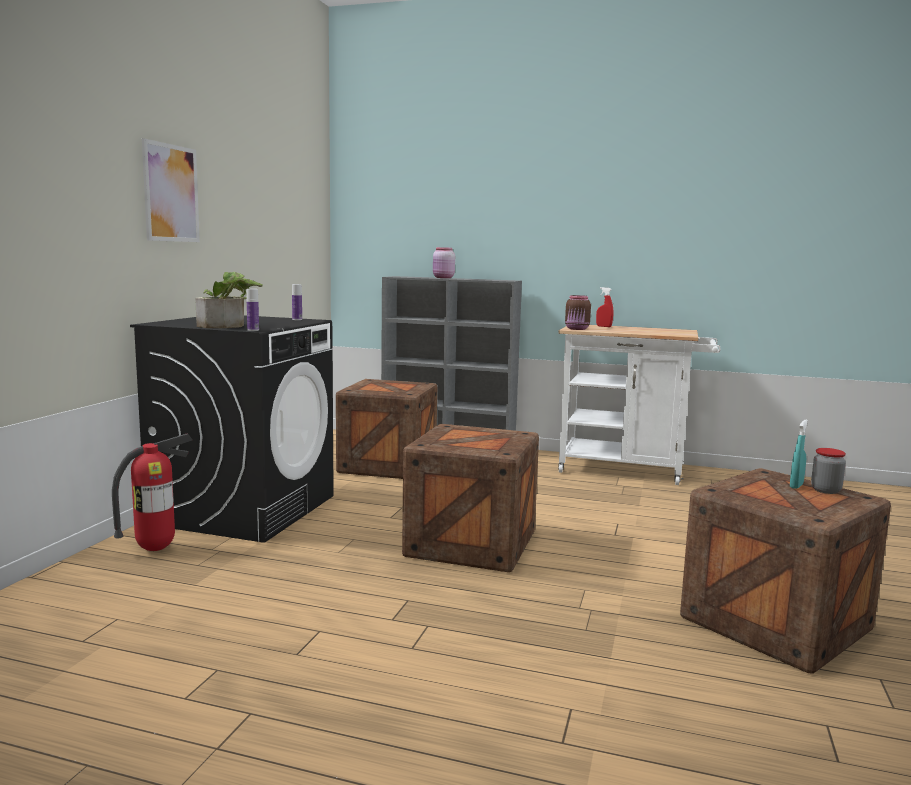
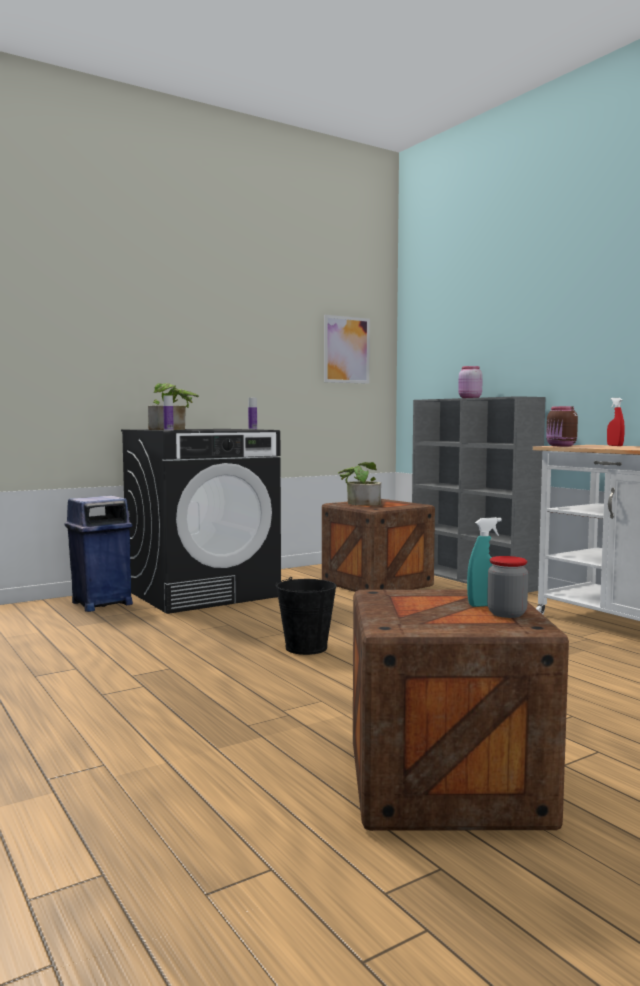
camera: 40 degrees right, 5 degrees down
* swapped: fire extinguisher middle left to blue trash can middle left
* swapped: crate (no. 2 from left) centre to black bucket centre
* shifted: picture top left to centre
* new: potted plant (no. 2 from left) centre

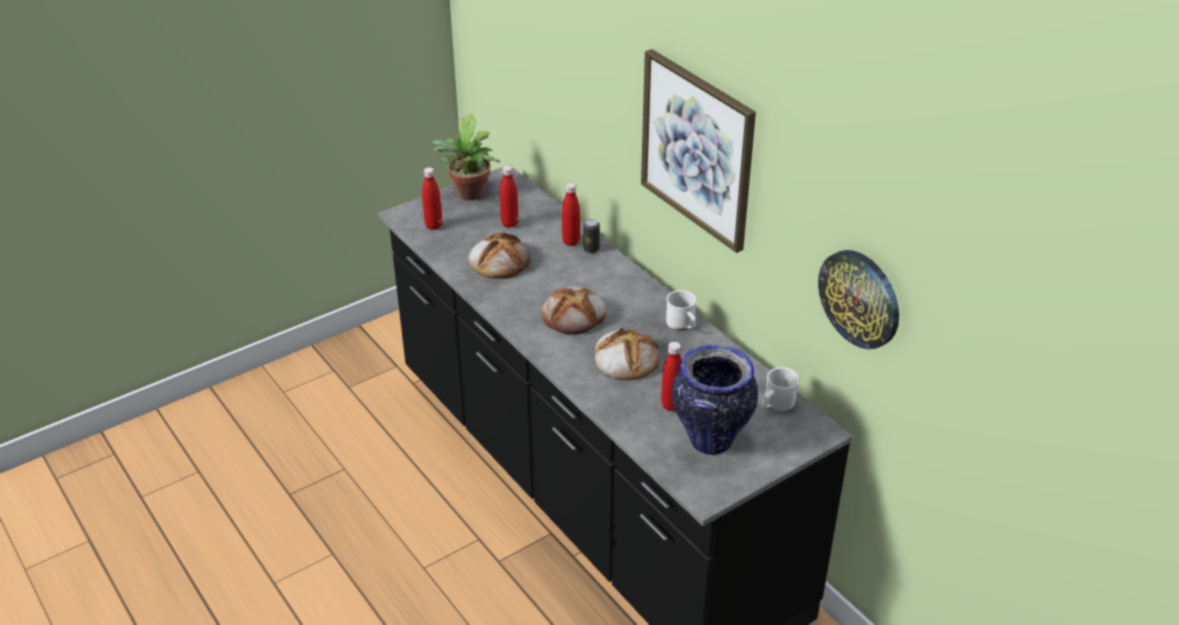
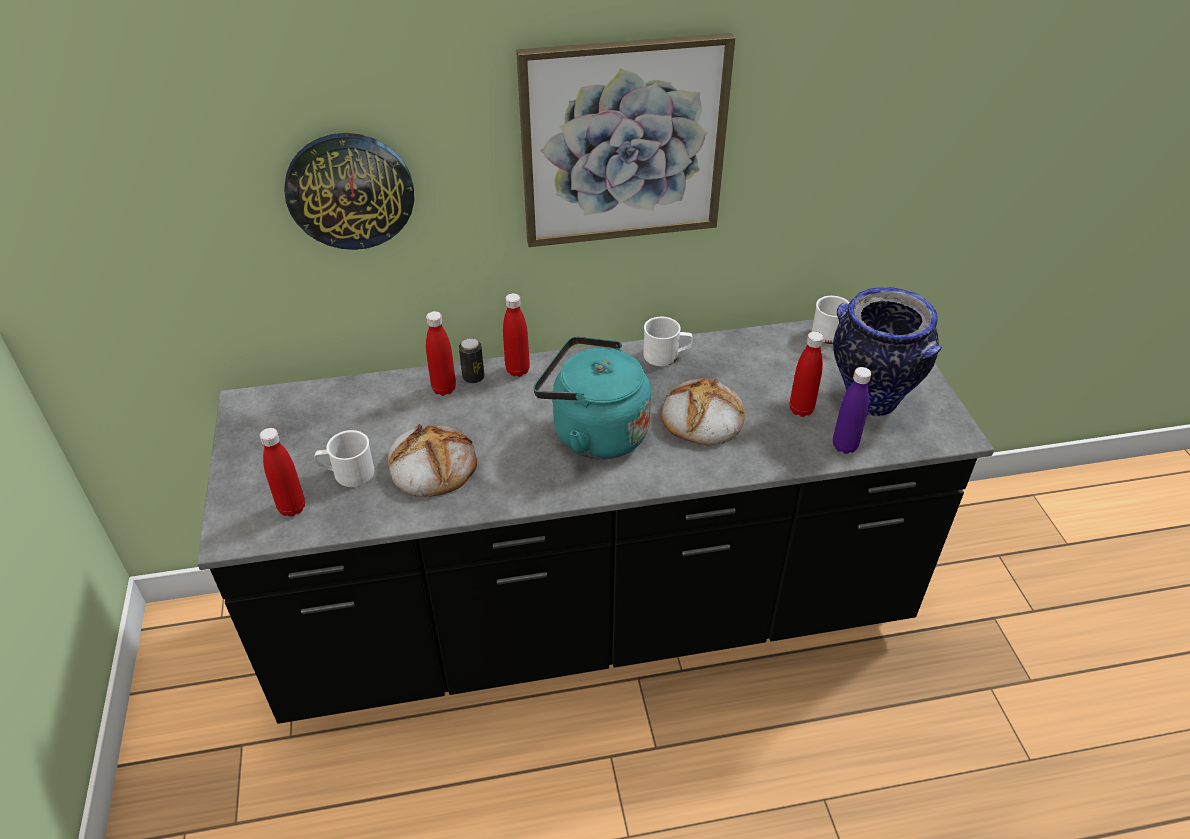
camera: 65 degrees left, 5 degrees up
* shifted: wall clock middle right to top left
* new: white mug (no. 1 from left) middle left
* shifted: red bottle (no. 2 from left in the first image) top centre to red bottle (no. 3 from left) centre
* swapped: bread (no. 2 from left) centre to turquoise kettle centre
* new: purple bottle middle right
* gone: potted plant top centre

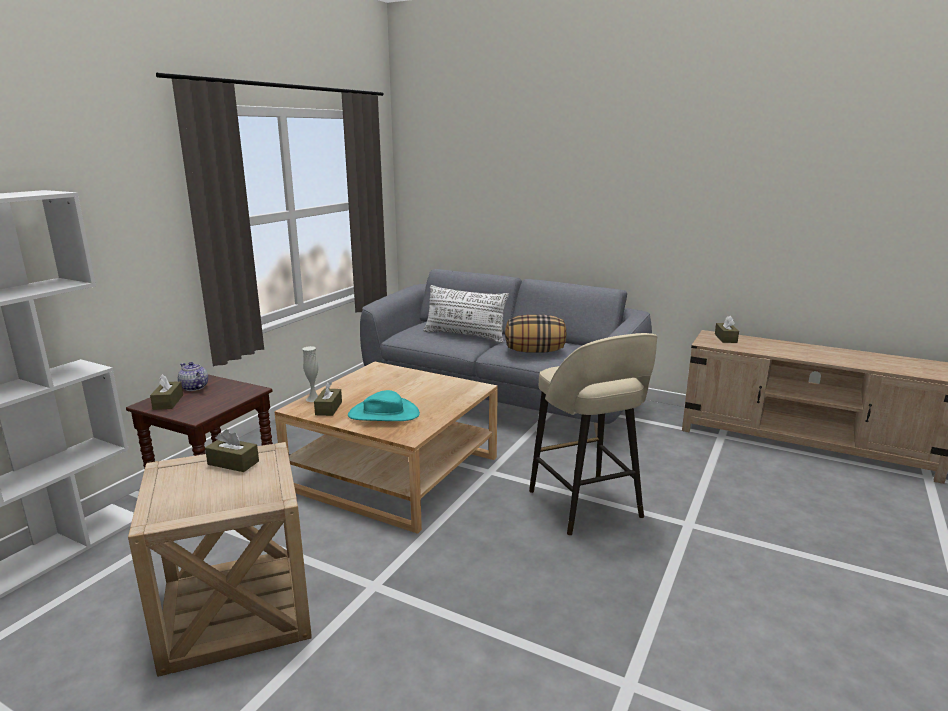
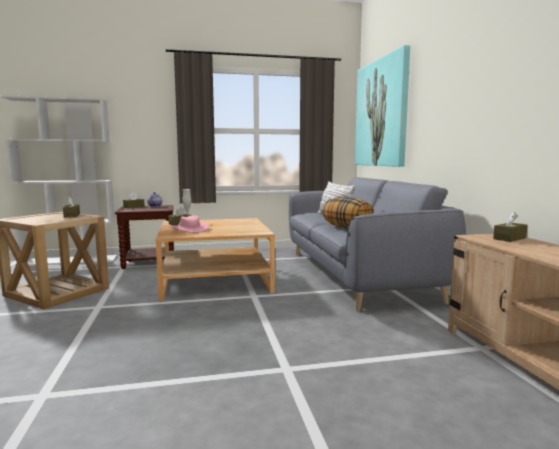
camera: 50 degrees right, 10 degrees down
* repainted: turquoise hat centre to pink hat centre
* new: picture top right
* gone: beige stool centre

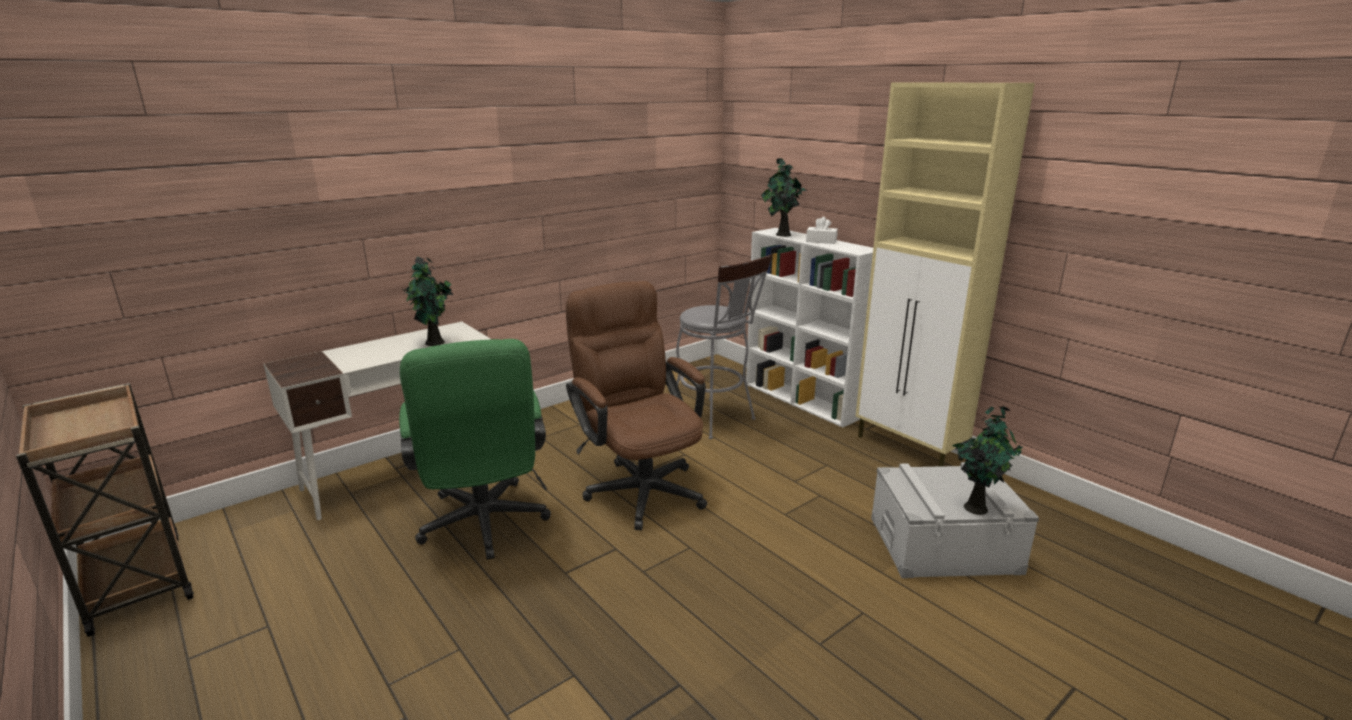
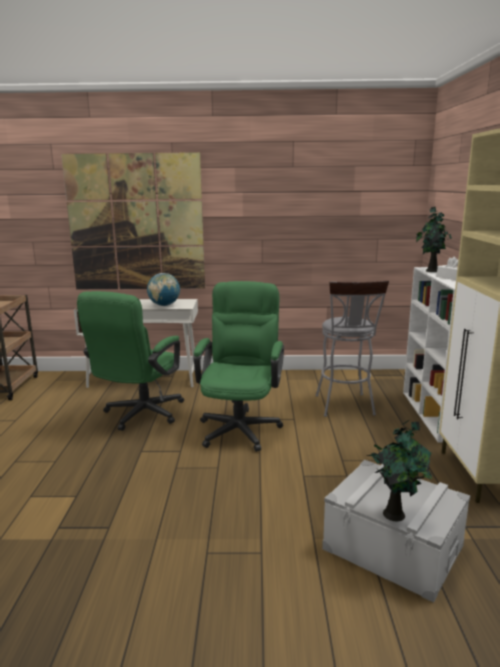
camera: 40 degrees right, 5 degrees down
* new: picture top left
* swapped: potted plant (no. 1 from left) middle left to globe middle left
* repainted: brown office chair centre to green office chair (no. 2 from left) centre

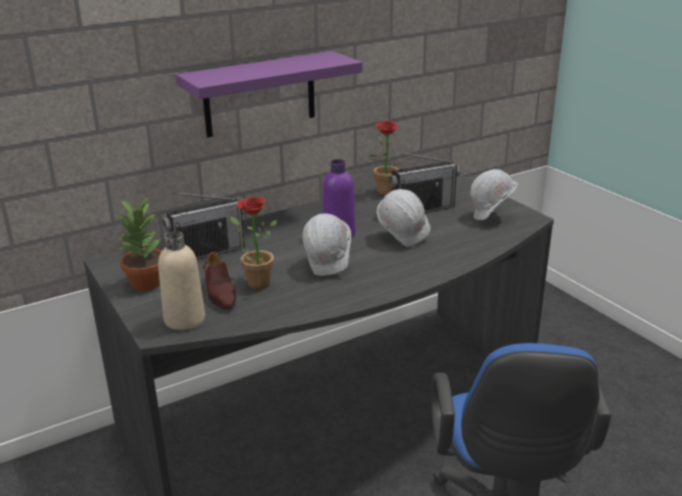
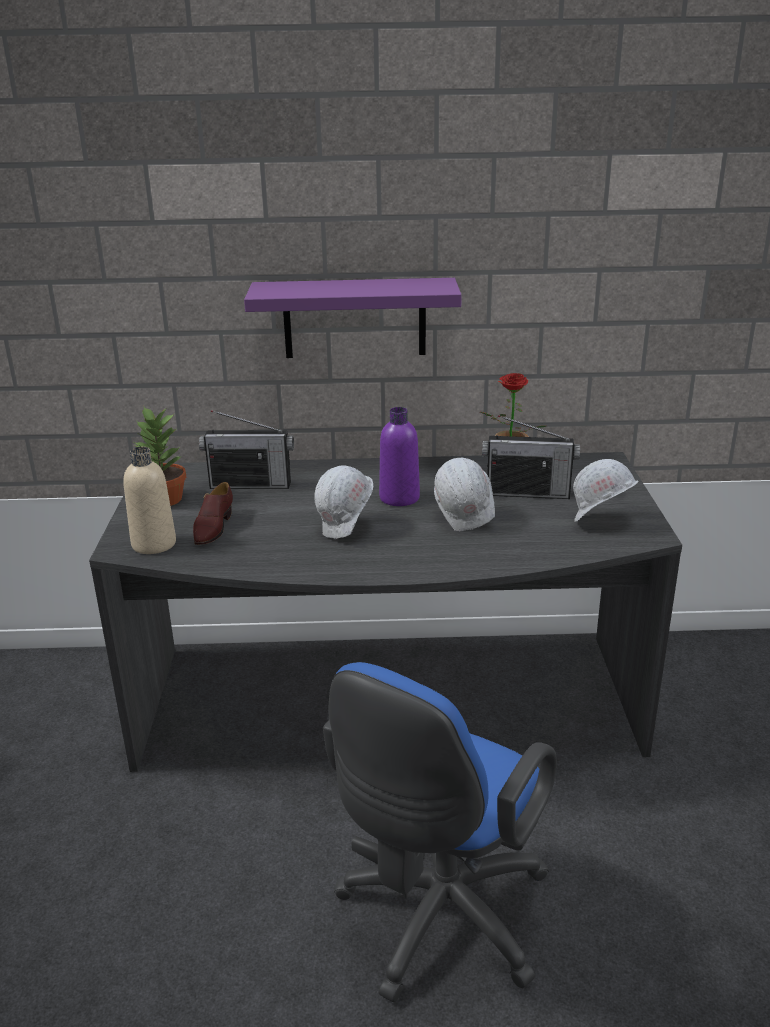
camera: 30 degrees right, 0 degrees up
* gone: potted plant (no. 2 from left) centre

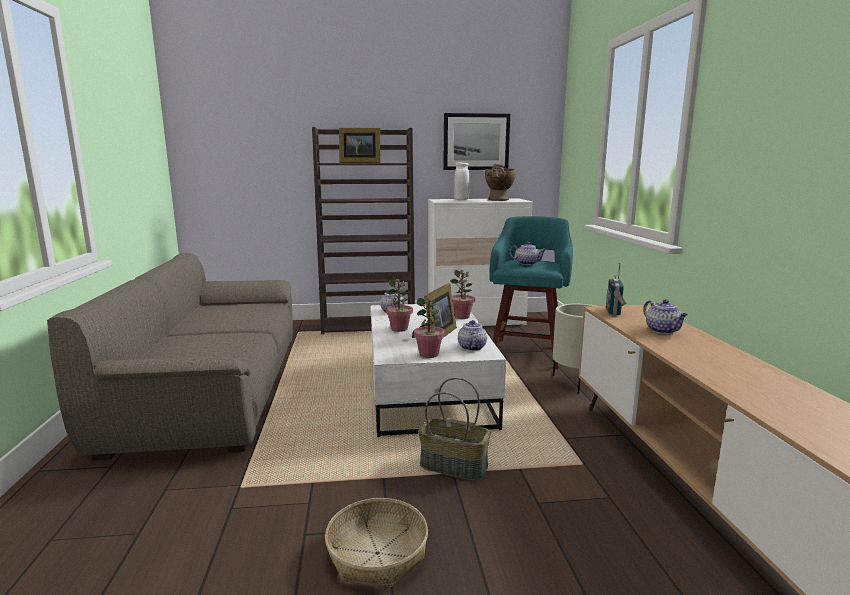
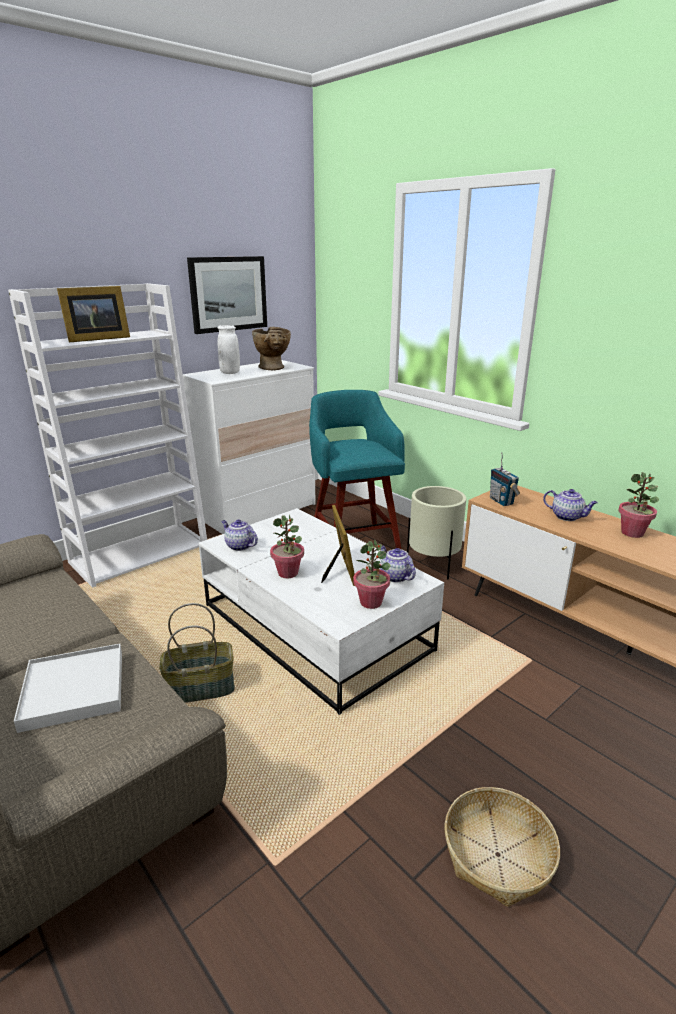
camera: 35 degrees left, 10 degrees up
* repainted: brown bookcase centre to white bookcase middle left
* new: white tray bottom left
* shifted: basket (no. 2 from left in the first image) bottom centre to basket (no. 1 from left) middle left
* shifted: potted plant (no. 3 from left) centre to middle right
* gone: teapot (no. 3 from left) centre

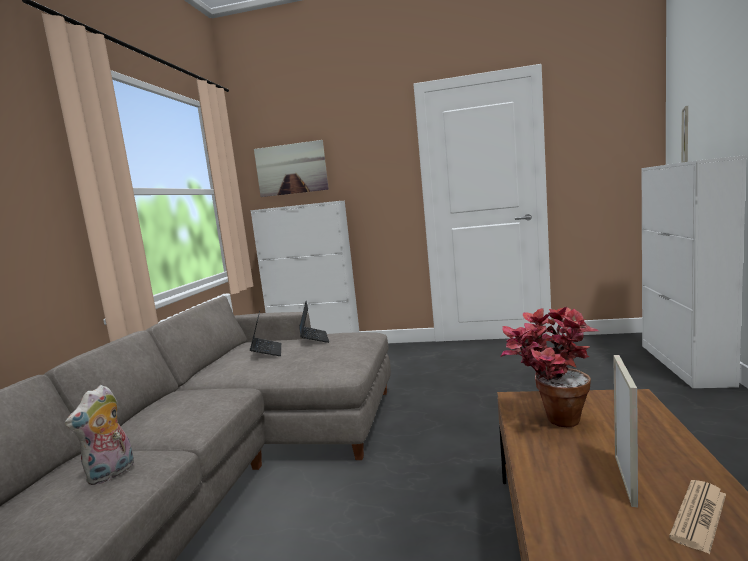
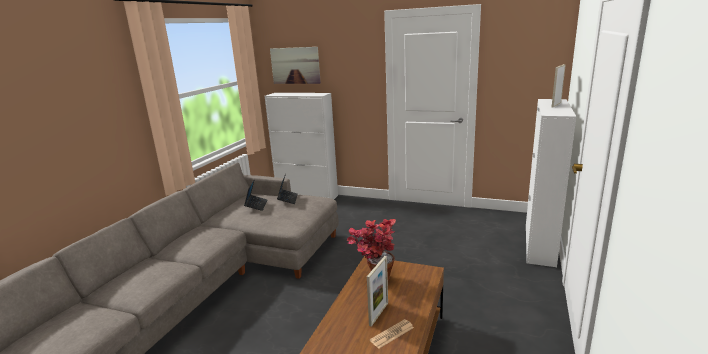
camera: 10 degrees right, 10 degrees up
* gone: plush toy bottom left

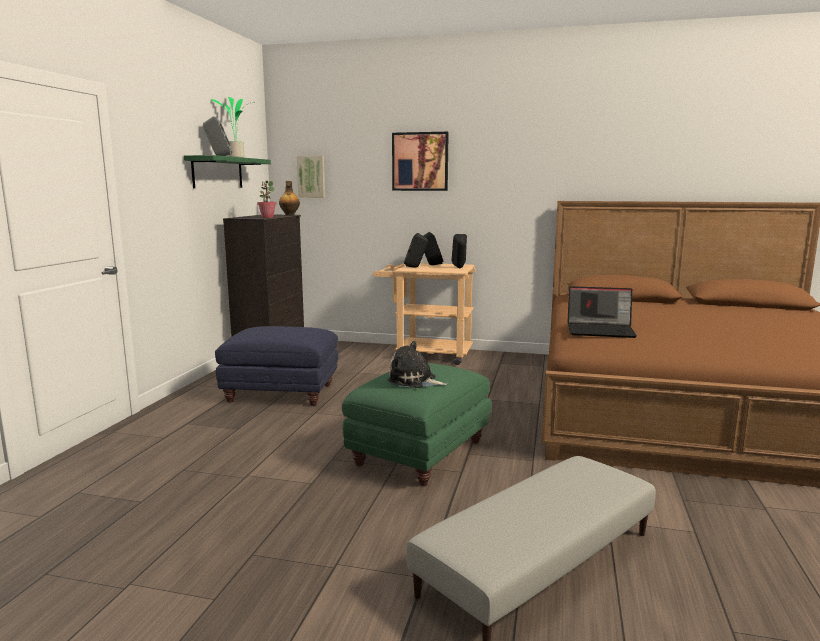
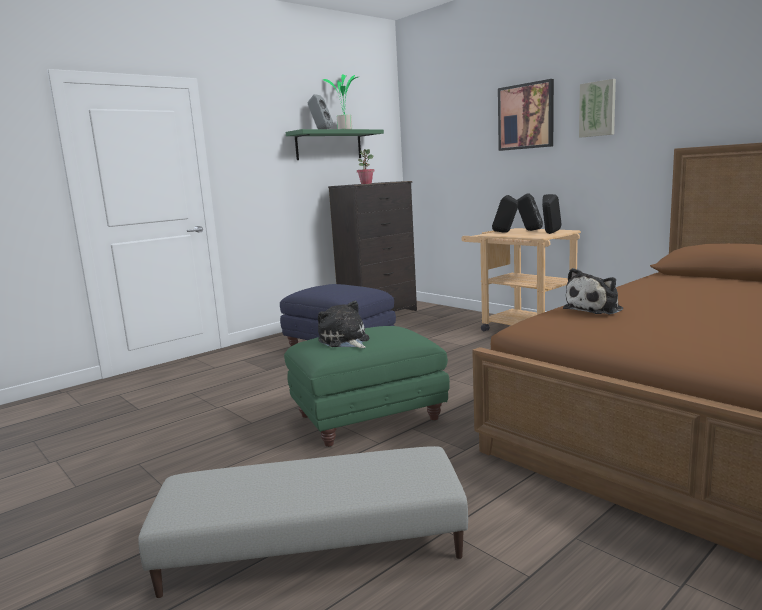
camera: 35 degrees right, 0 degrees up
* swapped: laptop middle right to plush toy (no. 2 from left) middle right
* shifted: picture (no. 1 from left in the first image) top centre to picture (no. 2 from left) top right
* gone: bottle top centre

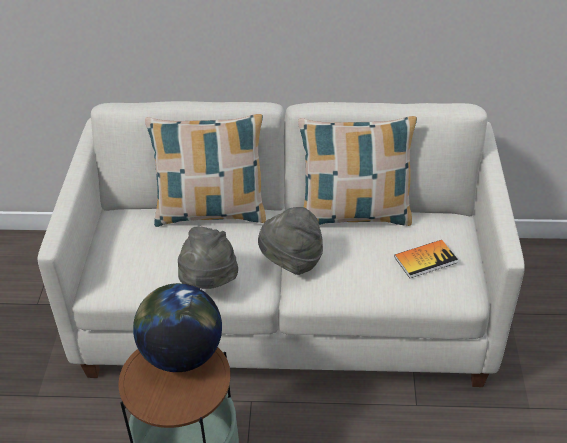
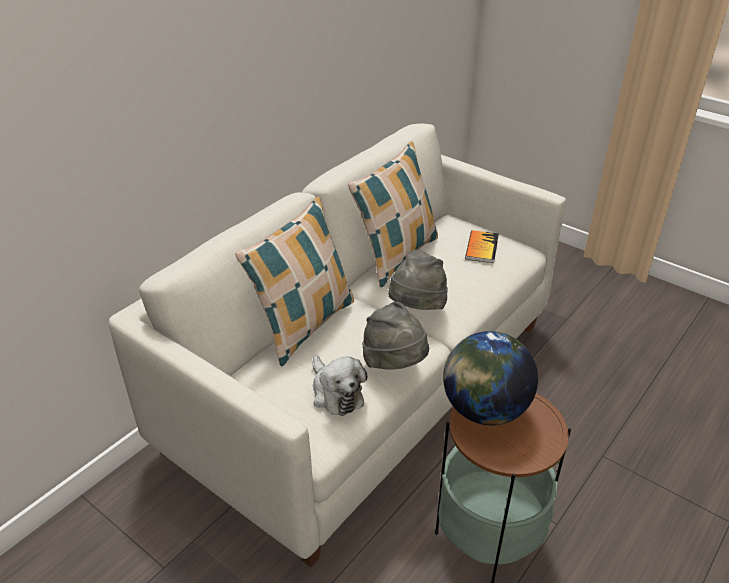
camera: 55 degrees left, 5 degrees down
* new: plush toy centre

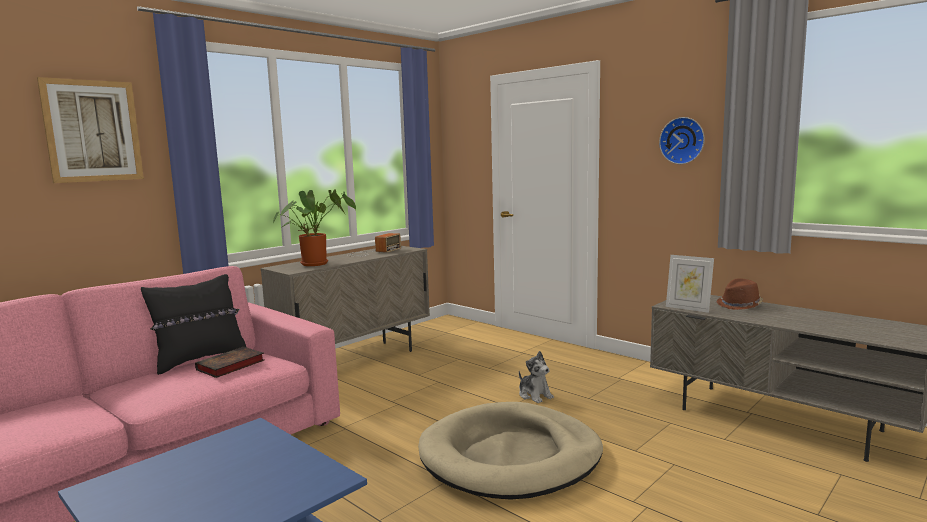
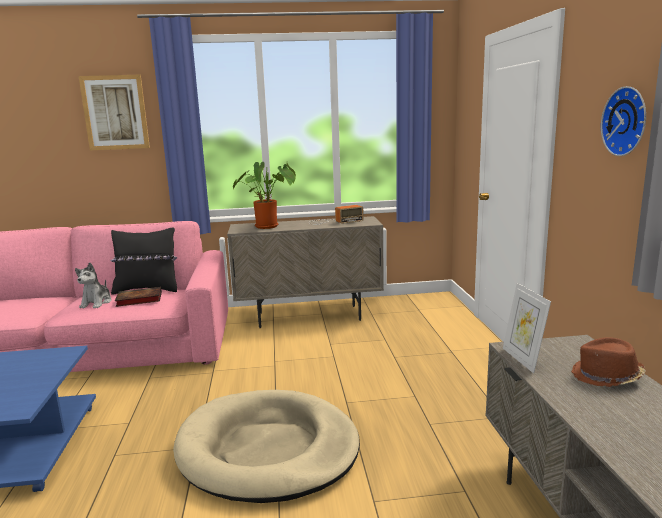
camera: 40 degrees right, 5 degrees up
* shifted: plush toy bottom centre to middle left

